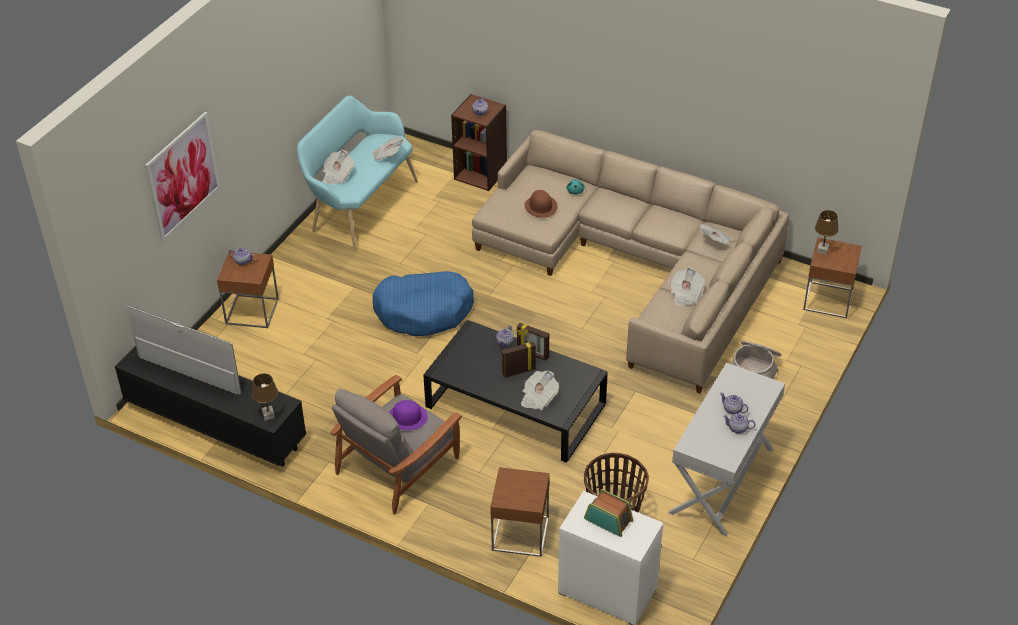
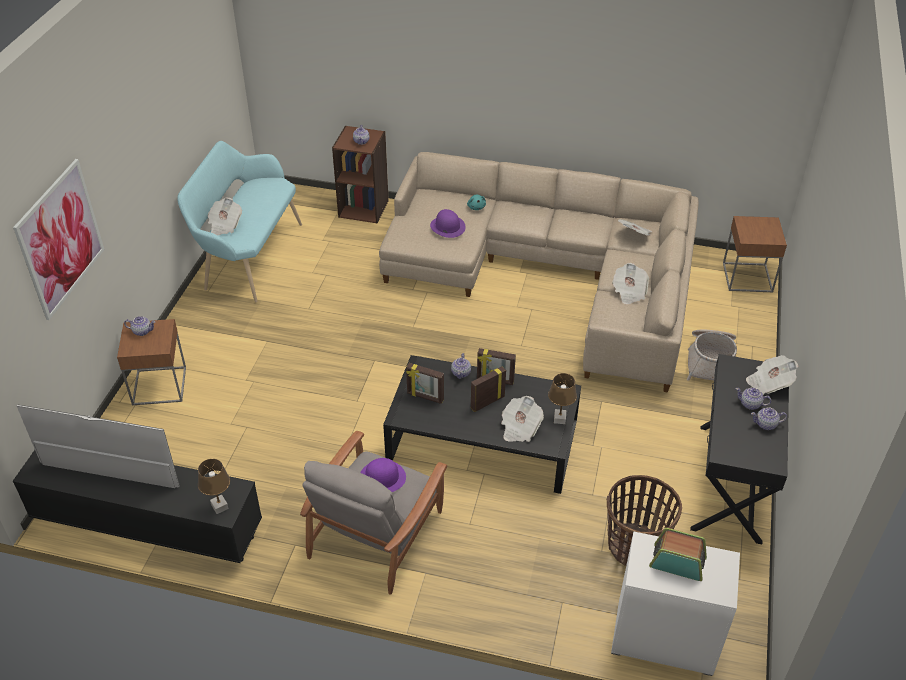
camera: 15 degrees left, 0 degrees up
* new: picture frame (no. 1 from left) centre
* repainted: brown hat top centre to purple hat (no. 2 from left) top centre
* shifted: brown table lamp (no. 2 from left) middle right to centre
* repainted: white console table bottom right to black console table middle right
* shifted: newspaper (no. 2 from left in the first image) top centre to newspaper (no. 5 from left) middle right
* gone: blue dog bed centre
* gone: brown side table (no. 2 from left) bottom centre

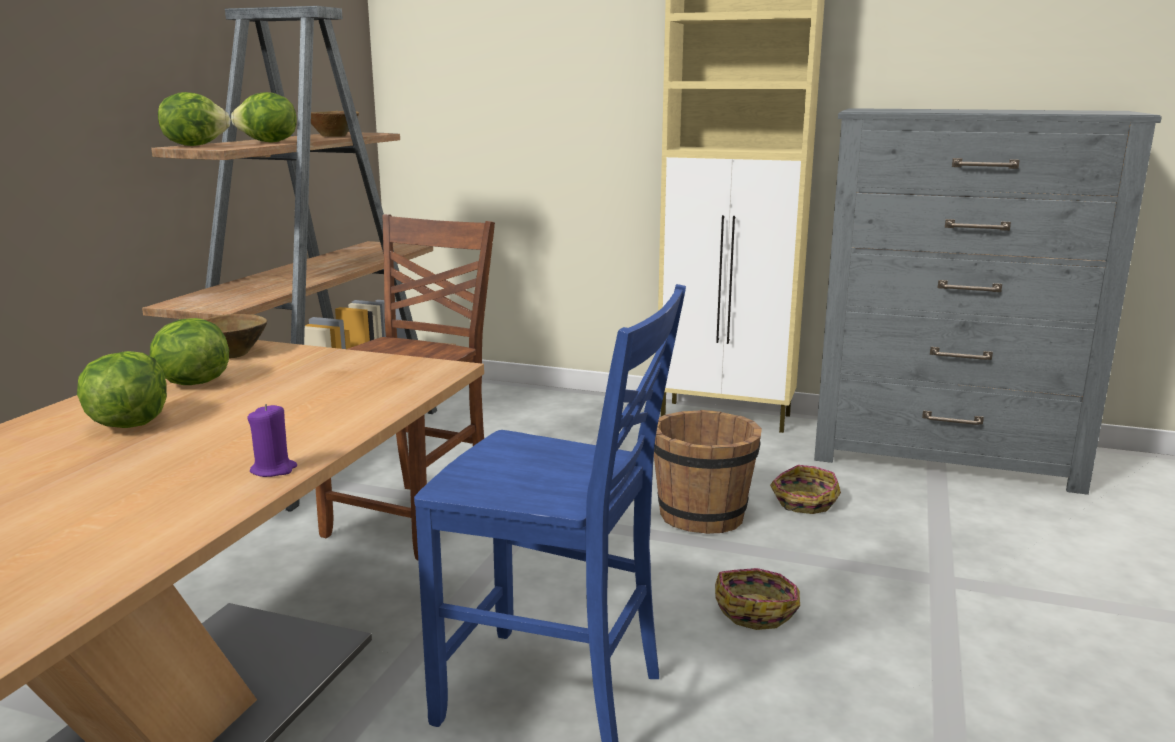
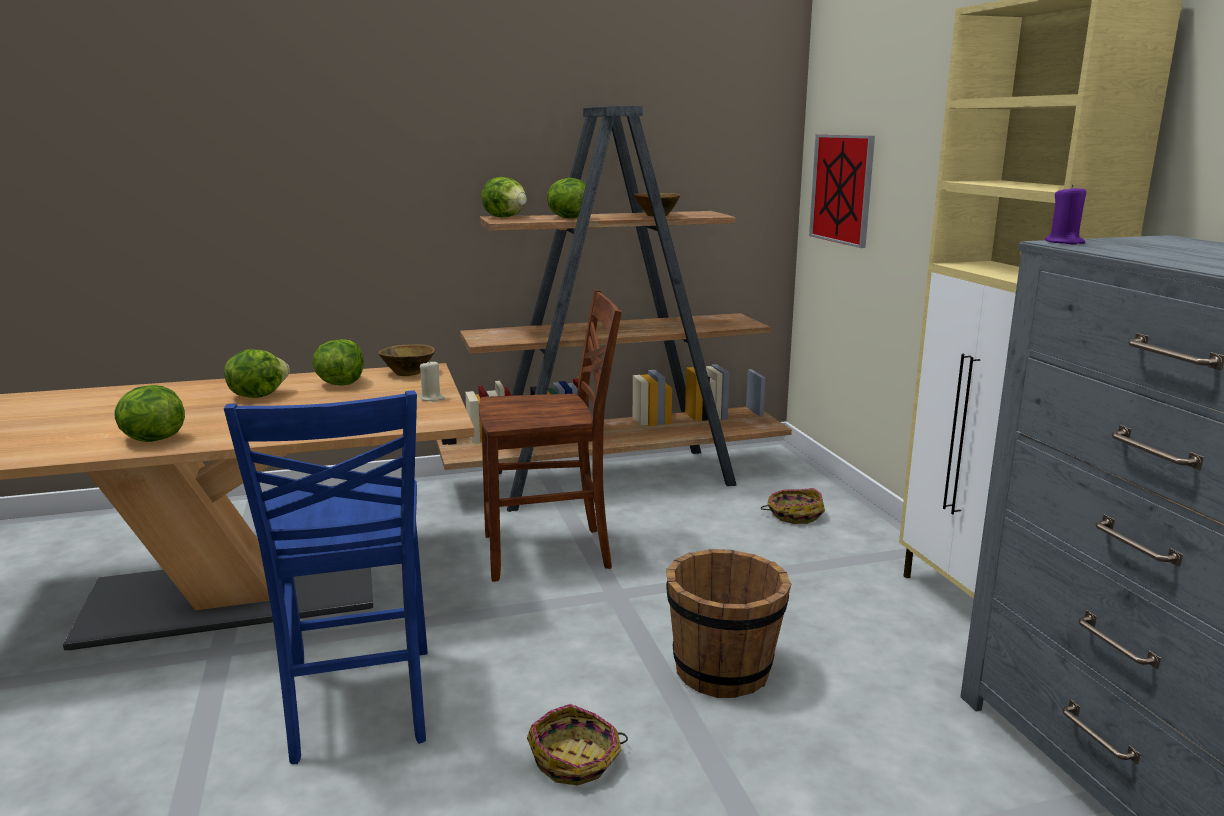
camera: 55 degrees right, 0 degrees up
* new: lettuce (no. 1 from left) middle left
* new: beige candle centre
* shifted: basket (no. 2 from left) middle right to centre
* new: picture top right
* shifted: purple candle middle left to top right

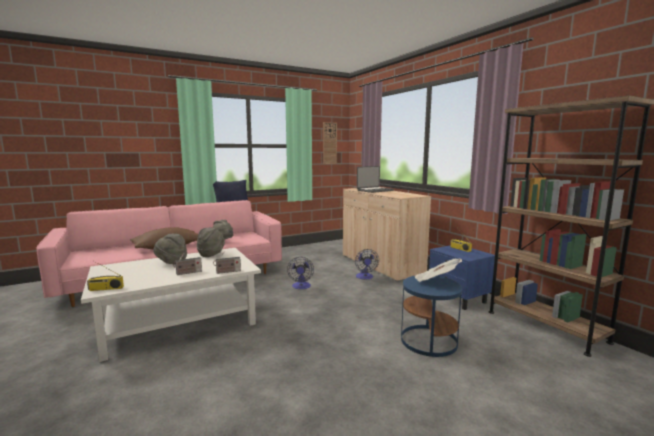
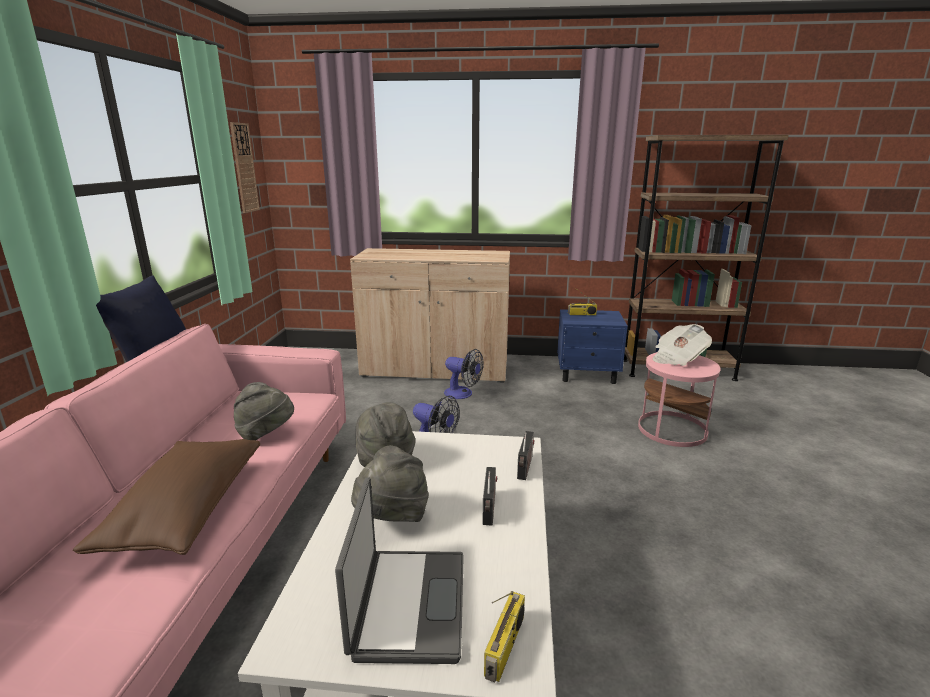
camera: 55 degrees left, 10 degrees up
* shifted: laptop centre to bottom centre
* repainted: blue side table bottom centre to pink side table middle right

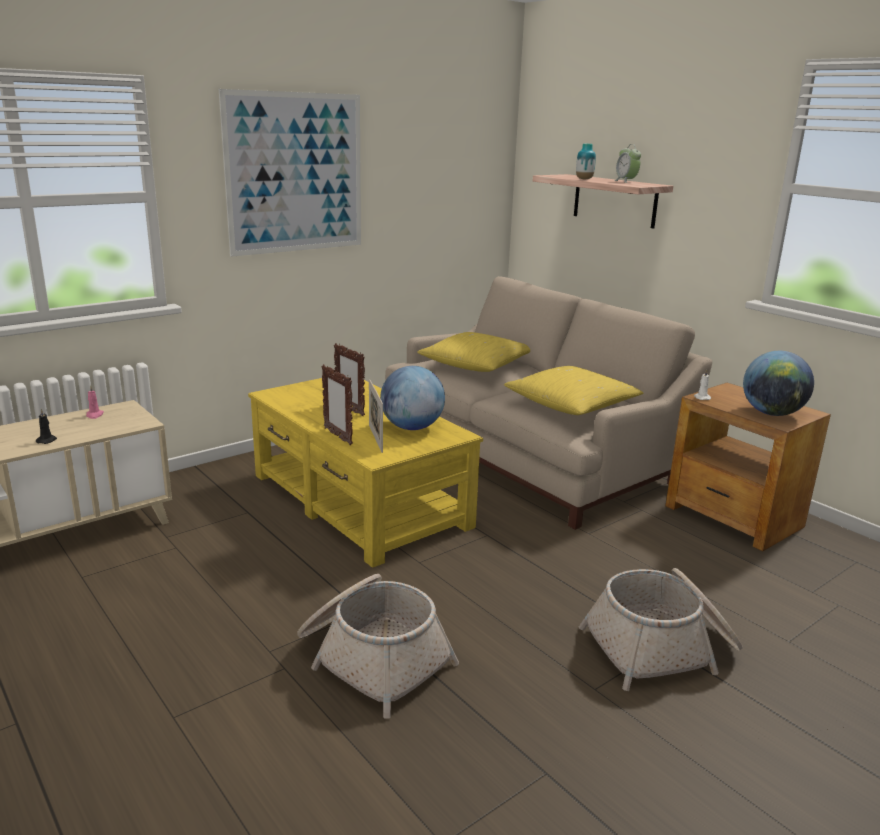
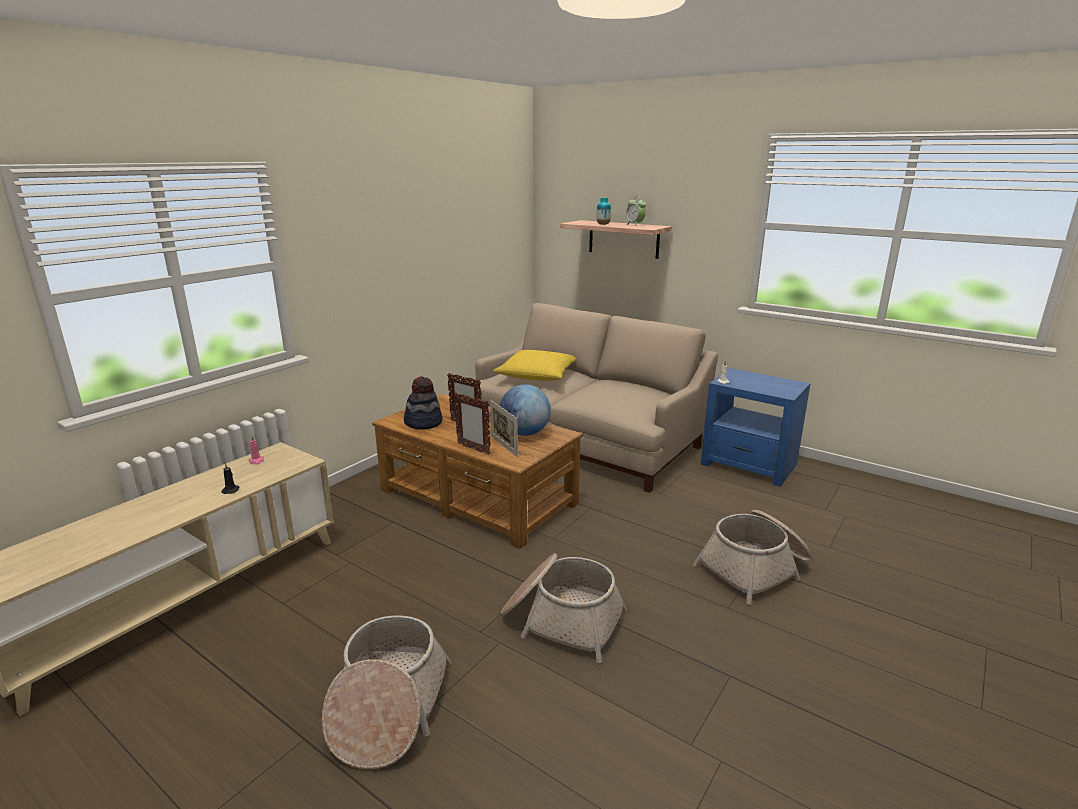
camera: 15 degrees left, 0 degrees up
* new: basket (no. 1 from left) bottom centre
* repainted: yellow coffee table centre to brown coffee table centre
* new: hat centre
* repainted: brown side table middle right to blue side table middle right
* gone: picture top left
* gone: yellow pillow (no. 2 from left) centre
* gone: globe (no. 2 from left) middle right

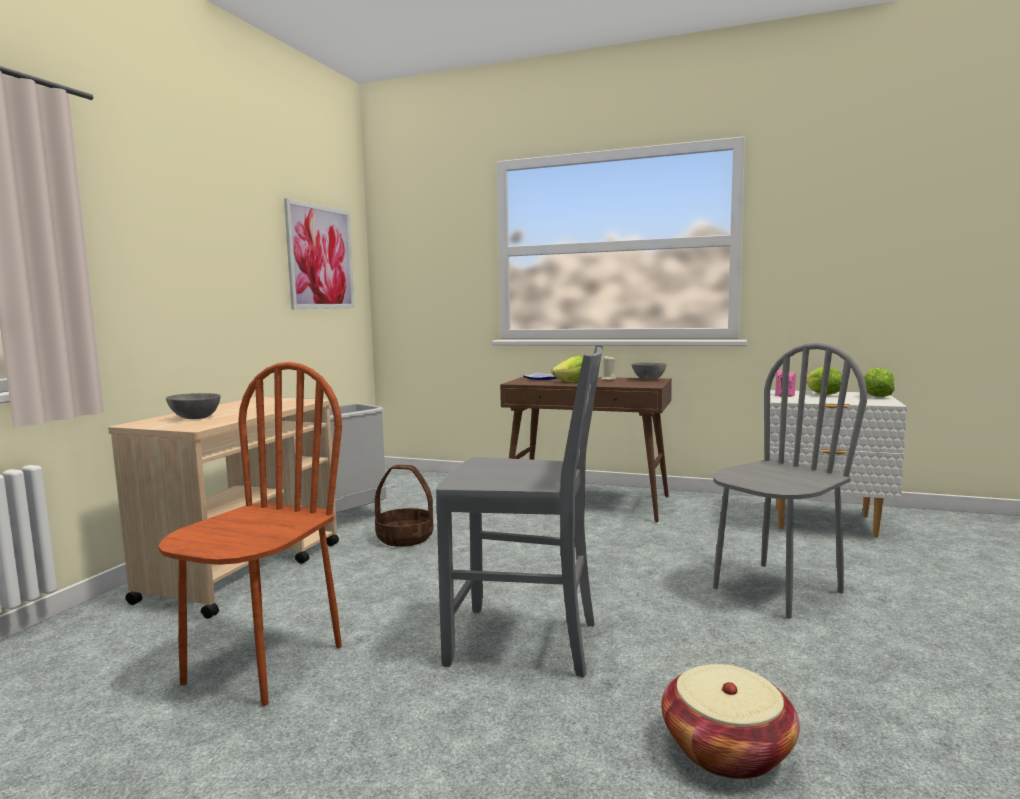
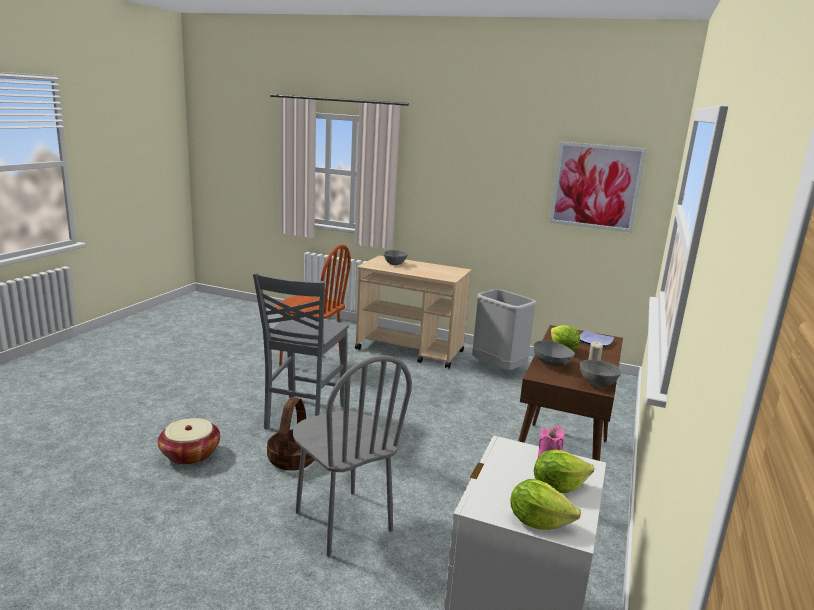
camera: 90 degrees right, 10 degrees up
* shifted: basket (no. 1 from left in the first image) centre to basket (no. 2 from left) bottom centre
* new: grey bowl (no. 2 from left) middle right

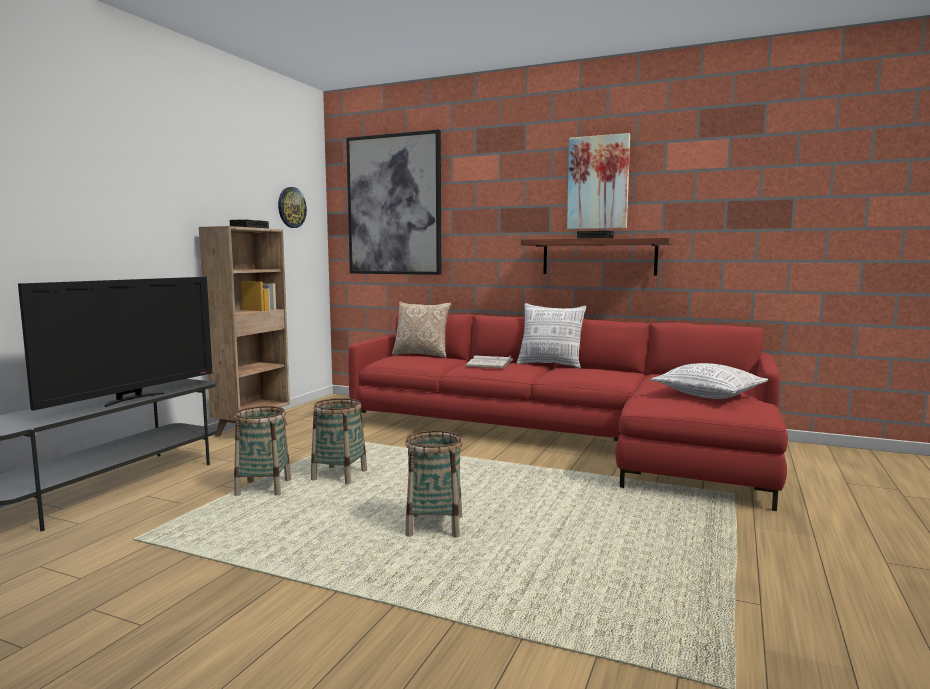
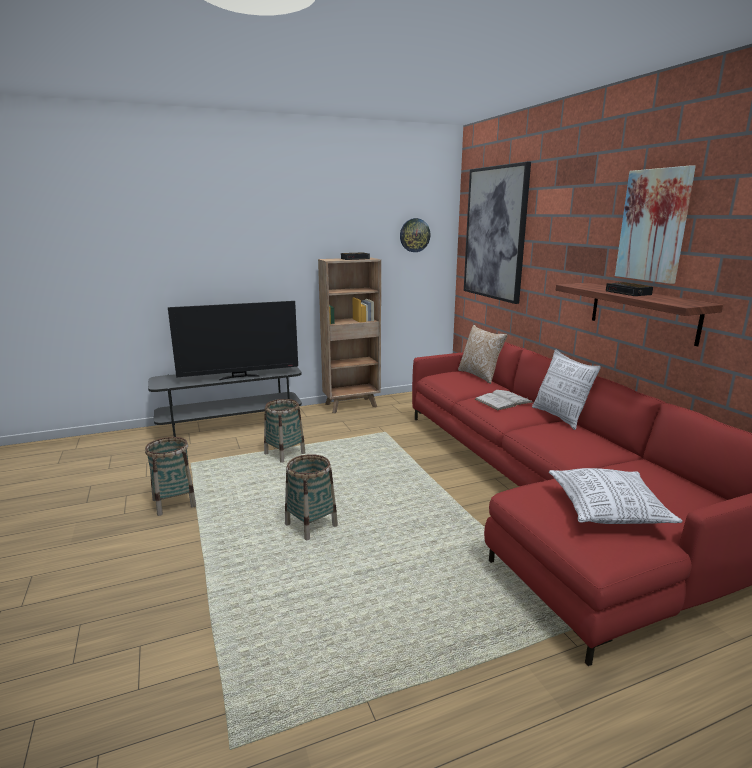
camera: 45 degrees right, 10 degrees up
* shifted: basket (no. 2 from left in the first image) centre to basket (no. 1 from left) middle left

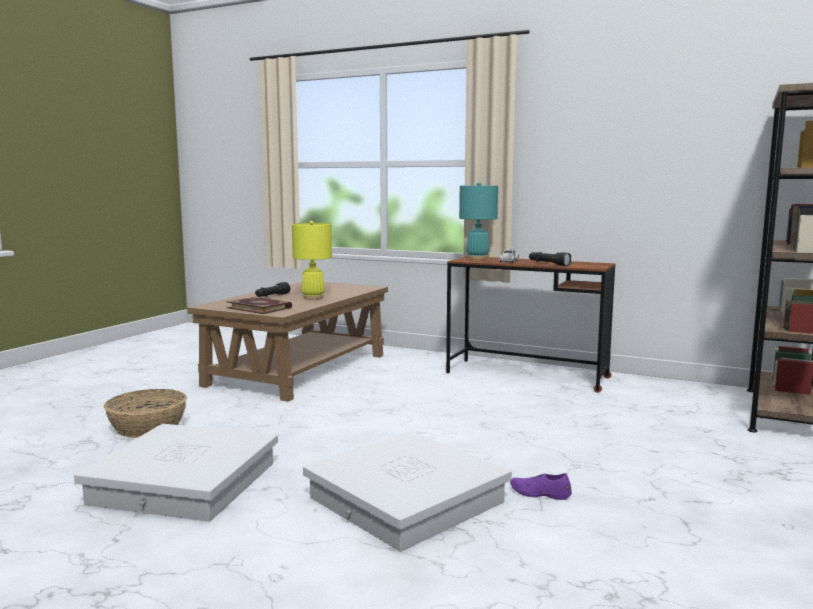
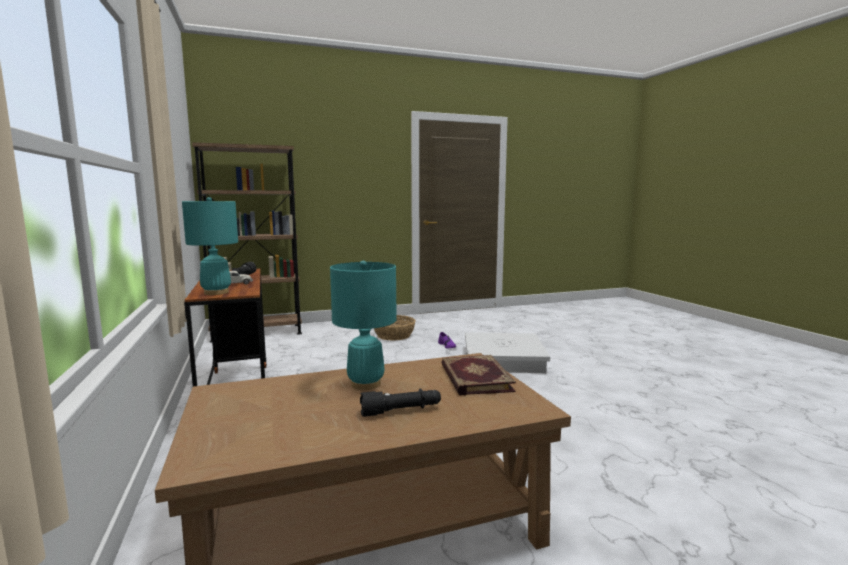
camera: 135 degrees left, 0 degrees up
* repainted: yellow table lamp centre to turquoise table lamp (no. 2 from left) centre
* shifted: basket bottom left to centre
* gone: white storage box (no. 1 from left) bottom left

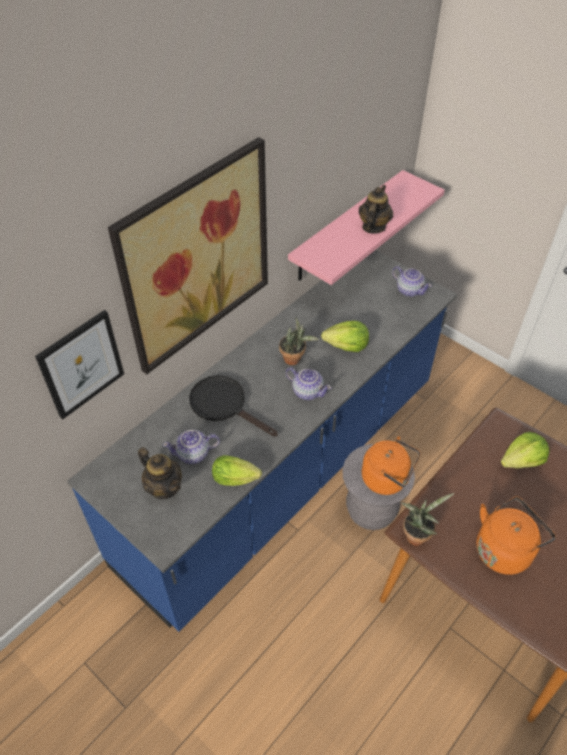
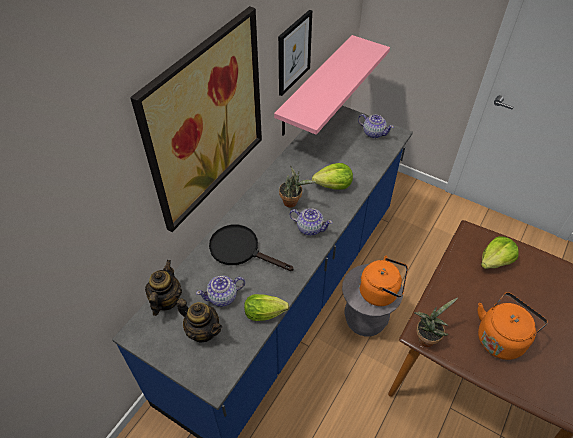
camera: 10 degrees left, 0 degrees up
* shifted: teapot (no. 4 from left in the first image) top centre to teapot (no. 1 from left) middle left
* shifted: picture (no. 1 from left in the first image) middle left to picture (no. 2 from left) top centre

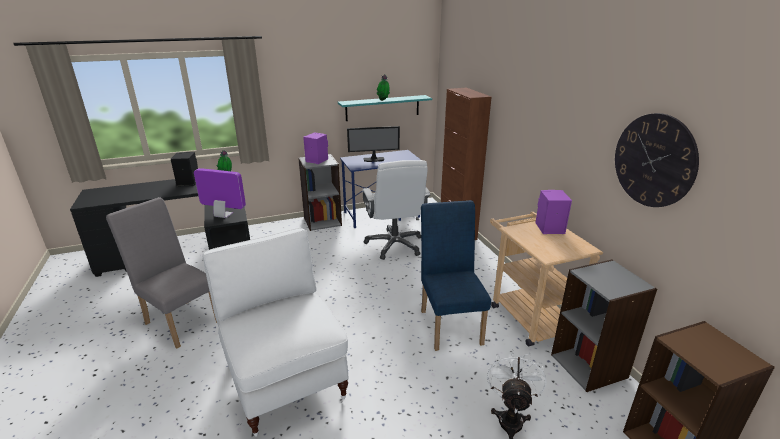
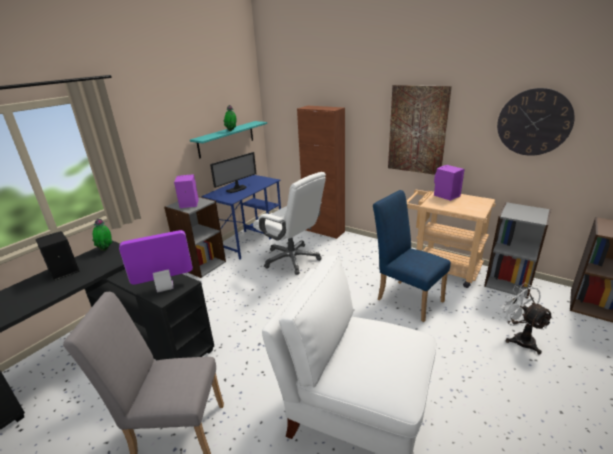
camera: 35 degrees left, 0 degrees up
* new: picture top right

